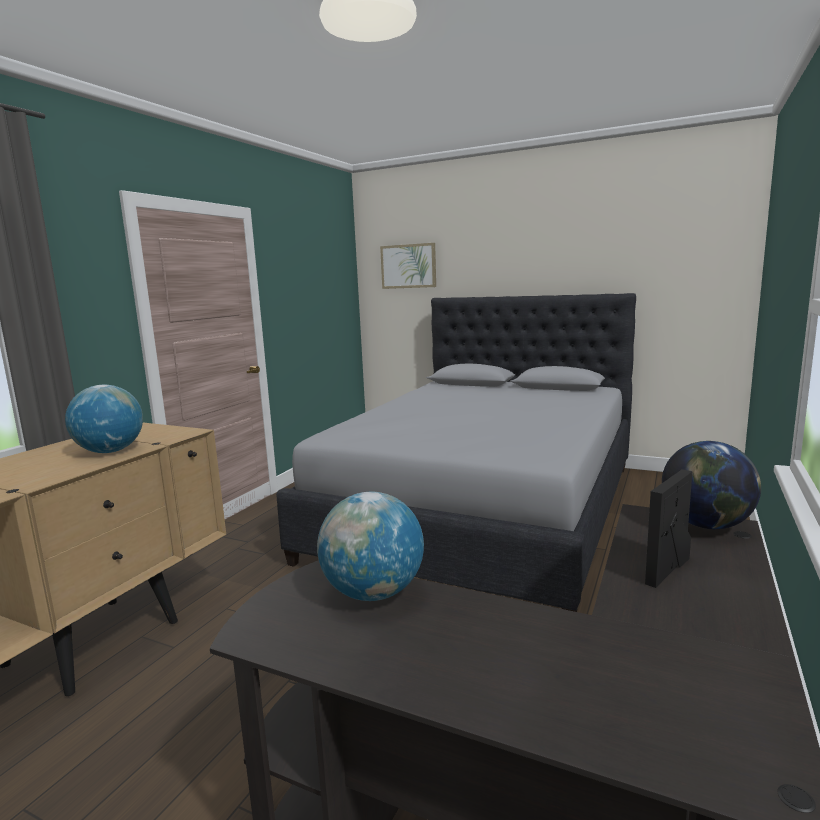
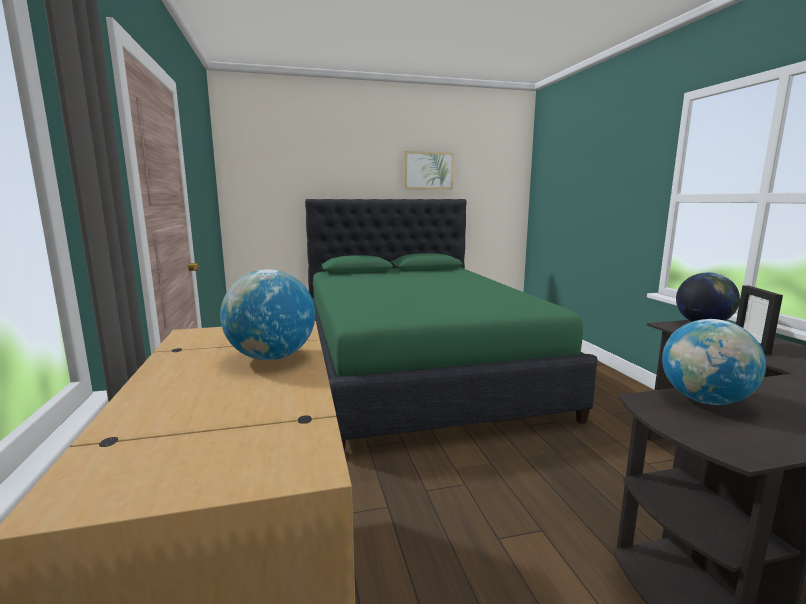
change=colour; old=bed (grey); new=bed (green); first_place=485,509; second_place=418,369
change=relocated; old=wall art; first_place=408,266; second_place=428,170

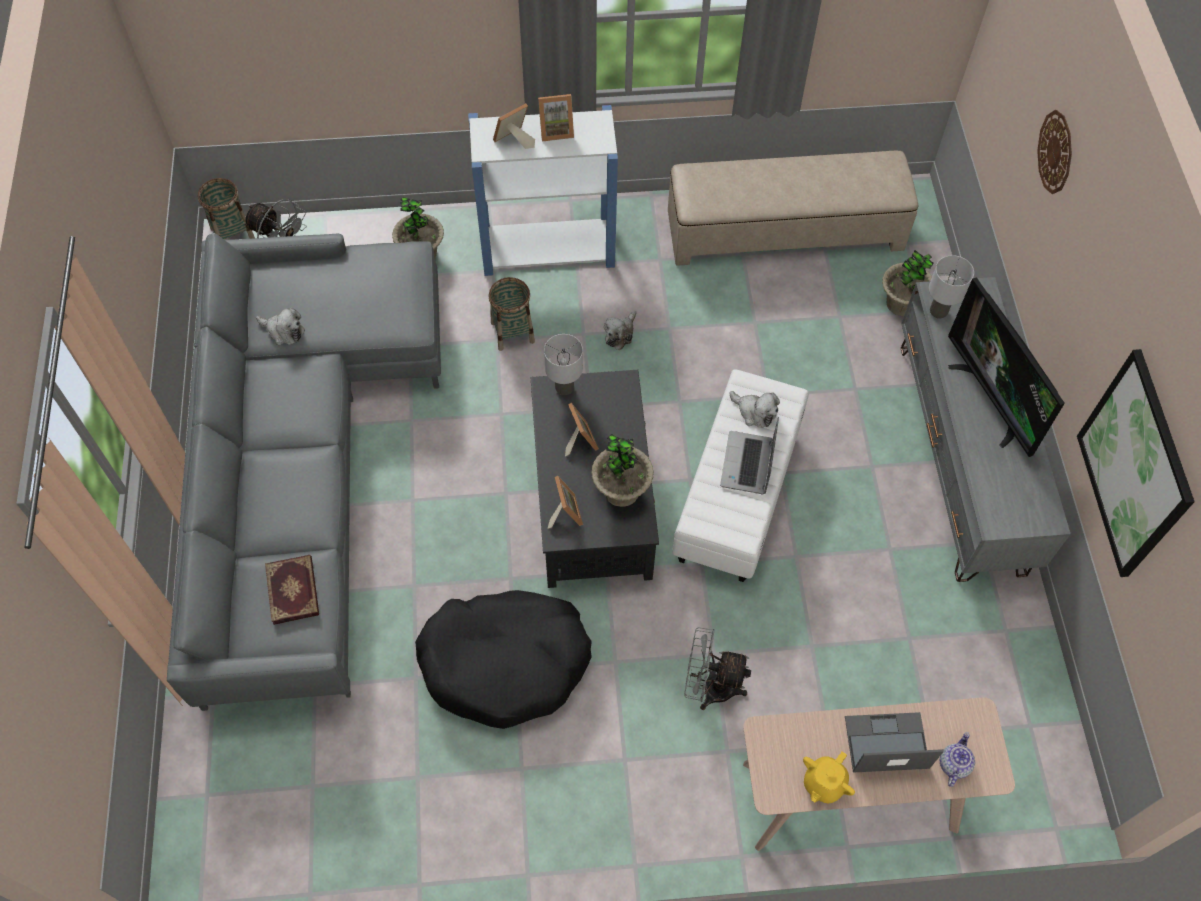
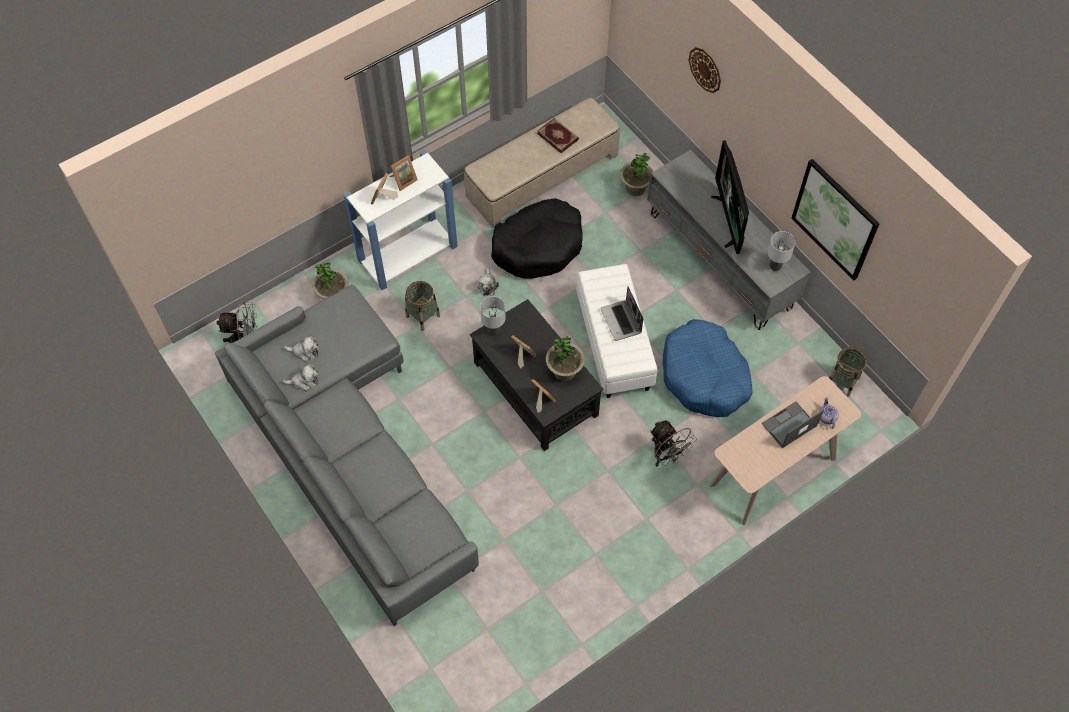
change=relocated; old=household basket; first_place=233,234; second_place=842,381
change=relocated; old=book; first_place=294,590; second_place=558,136
change=relocated; old=dog bed (blackish); first_place=505,662; second_place=538,246
change=spun; old=cooling fan (grey); first_place=709,687; second_place=666,456; degrees=-105
change=relocated; old=soft toy; first_place=754,412; second_place=305,352
change=missing; old=tea pot (yellow-coloured); first_place=824,783
change=relocated; old=tabletop lamp (white-coloured); first_place=937,311; second_place=774,266
change=spun; old=television; first_place=991,400; second_place=729,220; degrees=45
change=appeared; new=dog bed (bluish); second_place=704,376

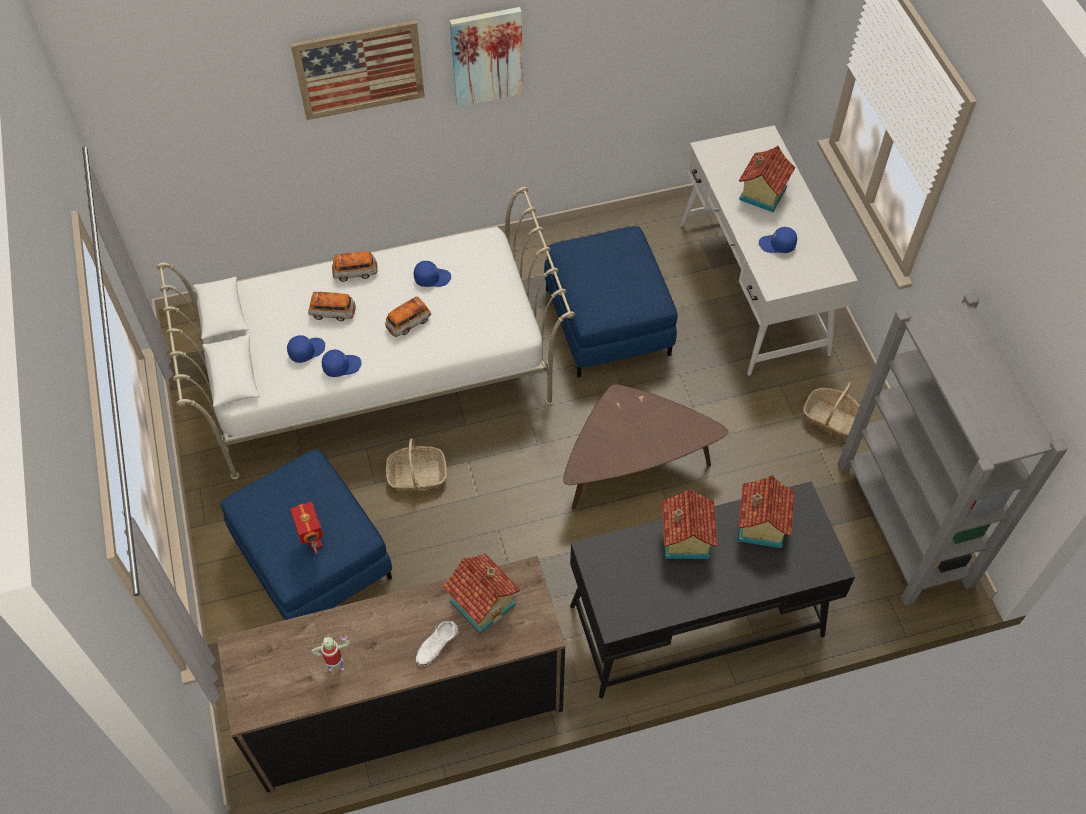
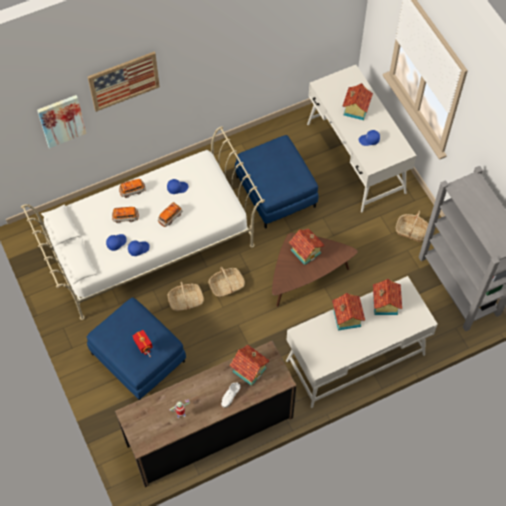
change=relocated; old=wall art; first_place=486,56; second_place=61,120
change=colour; old=desk (blackish); new=desk (white-coloured); first_place=695,620; second_place=355,357
change=appeared; new=household basket; second_place=226,286
change=appeared; new=toy house; second_place=306,251

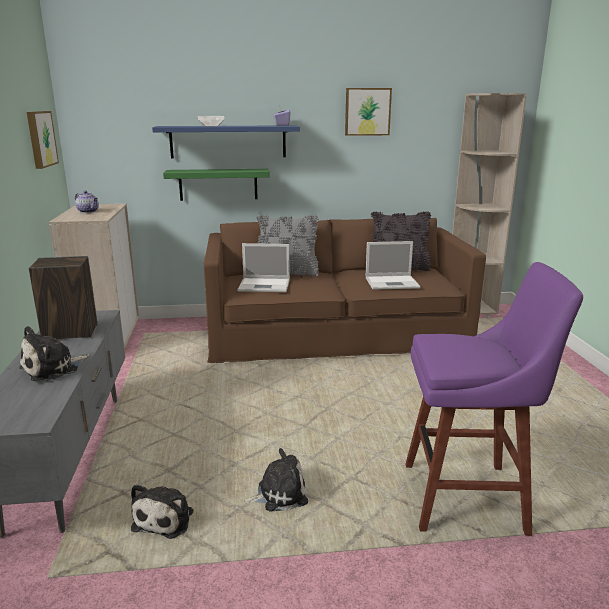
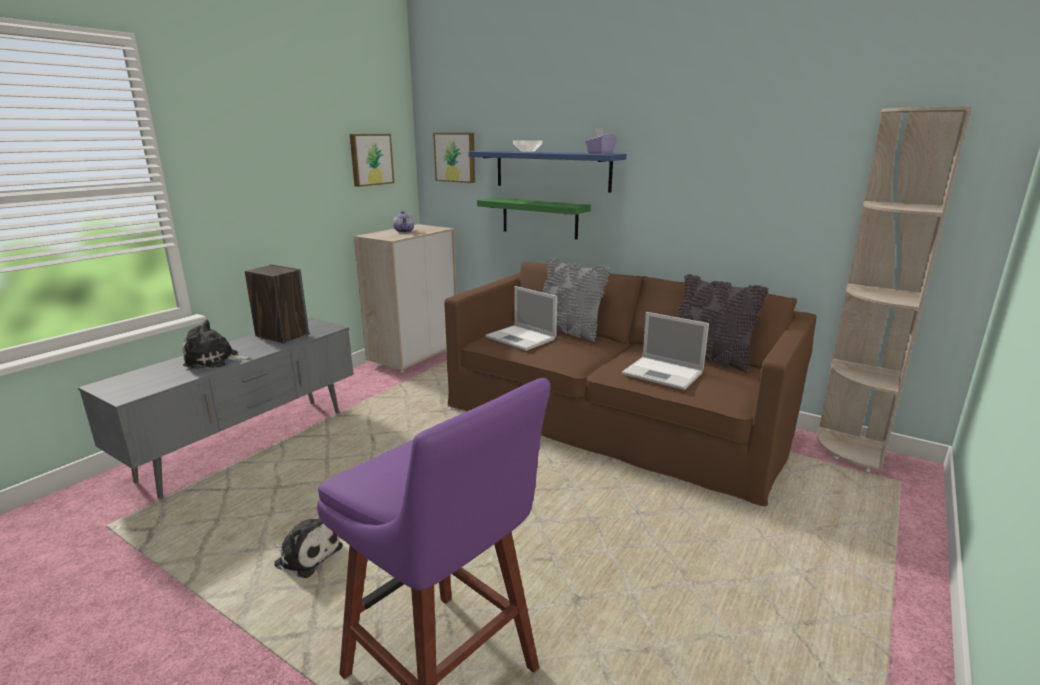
change=missing; old=soft toy; first_place=166,518
change=relocated; old=wall art; first_place=367,111; second_place=456,157

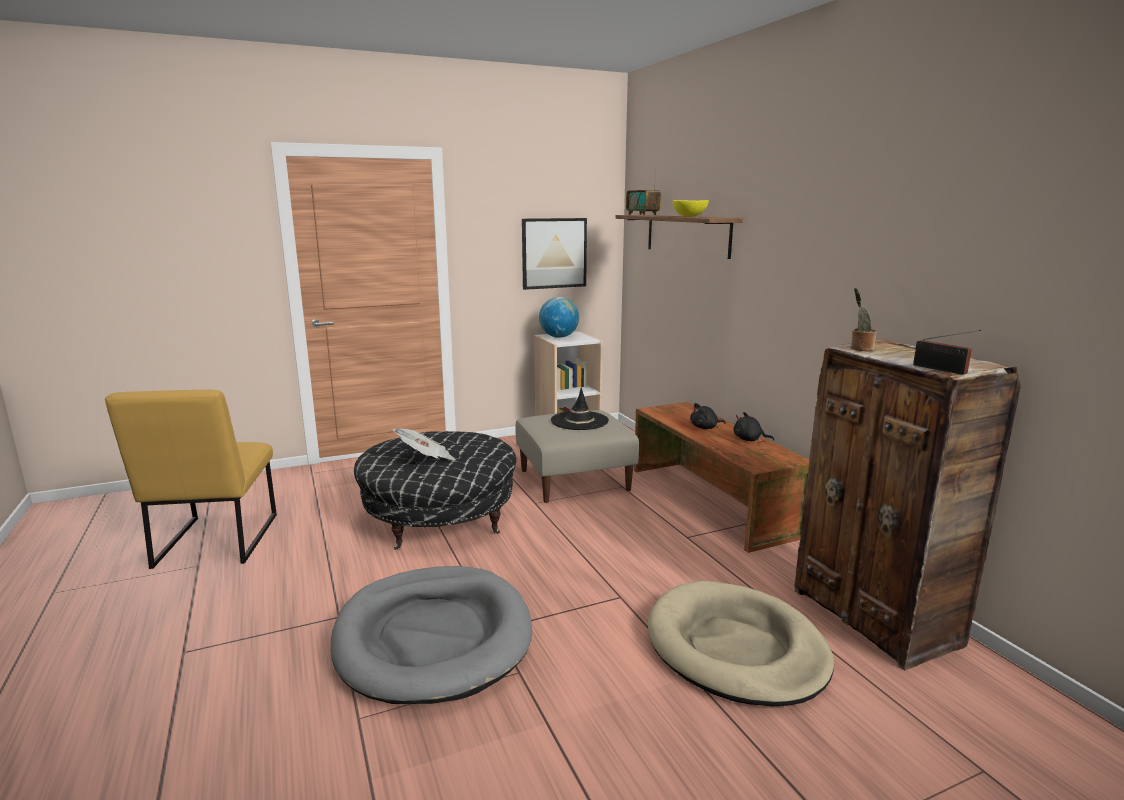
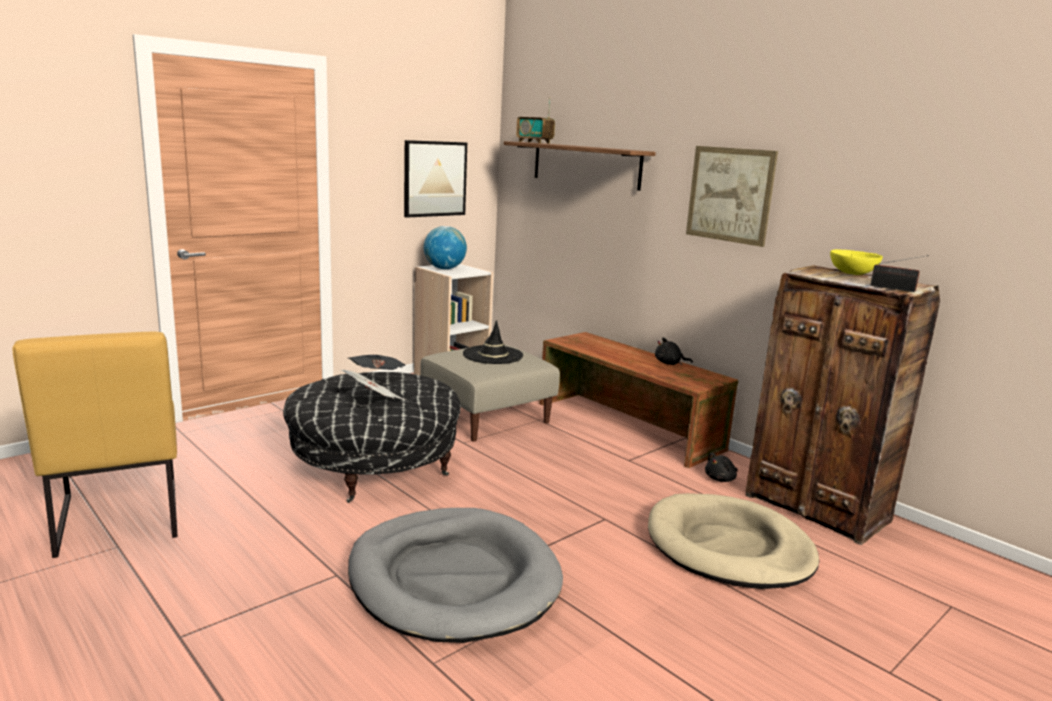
change=relocated; old=bowl (yellow-coloured); first_place=689,216; second_place=851,273
change=relocated; old=soft toy (blackish); first_place=705,428; second_place=721,479
change=missing; old=potted plant; first_place=860,348
change=appeared; new=newspaper; second_place=378,377
change=appeared; new=wall art; second_place=730,195

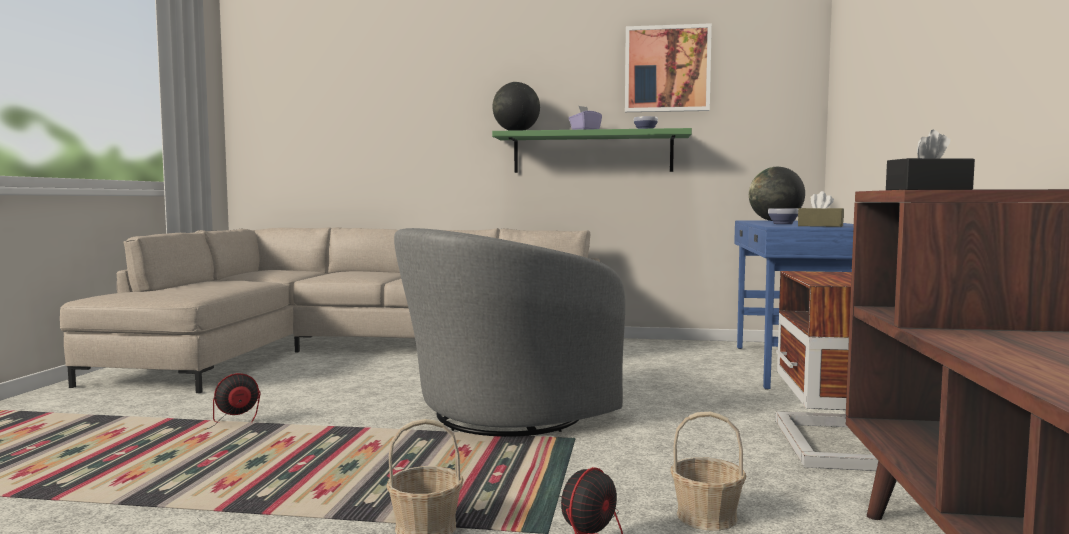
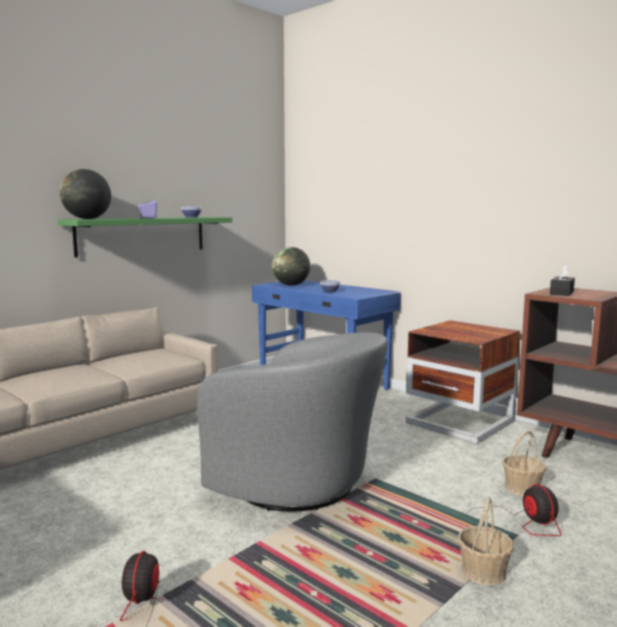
change=spun; old=armchair (grey); first_place=505,415; second_place=297,484; degrees=-60
change=missing; old=wall art; first_place=667,69
change=missing; old=box of tissues (brown-coloured); first_place=820,226

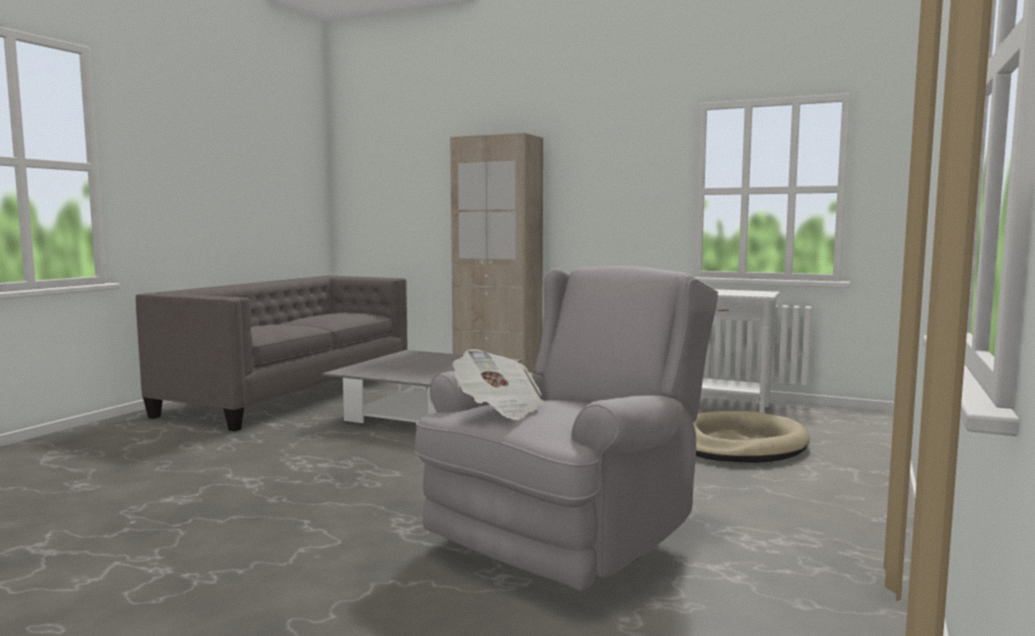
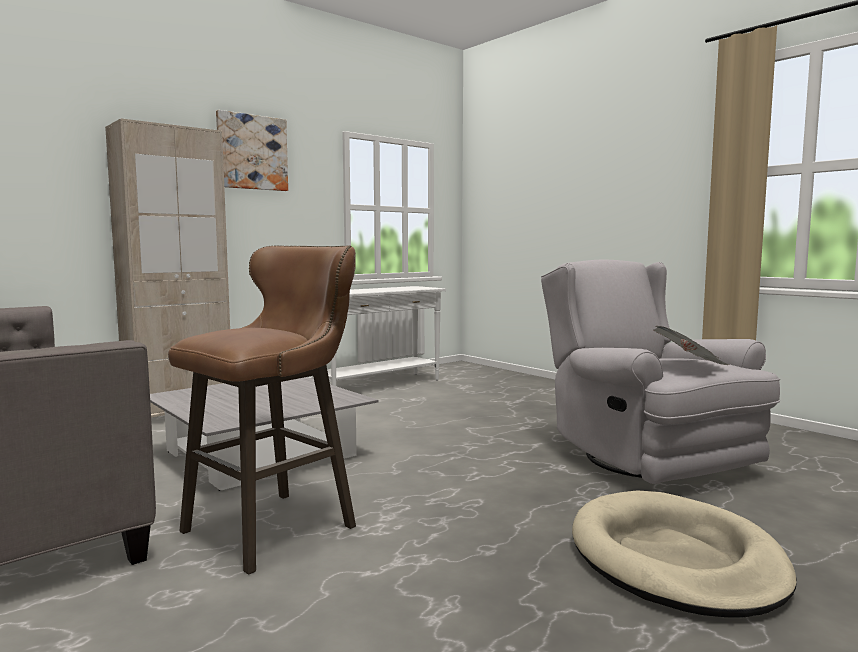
change=relocated; old=dog bed (beige); first_place=738,445; second_place=675,559
change=appeared; new=sitting stool (brown-coloured); second_place=275,526
change=appeared; new=wall art; second_place=252,152

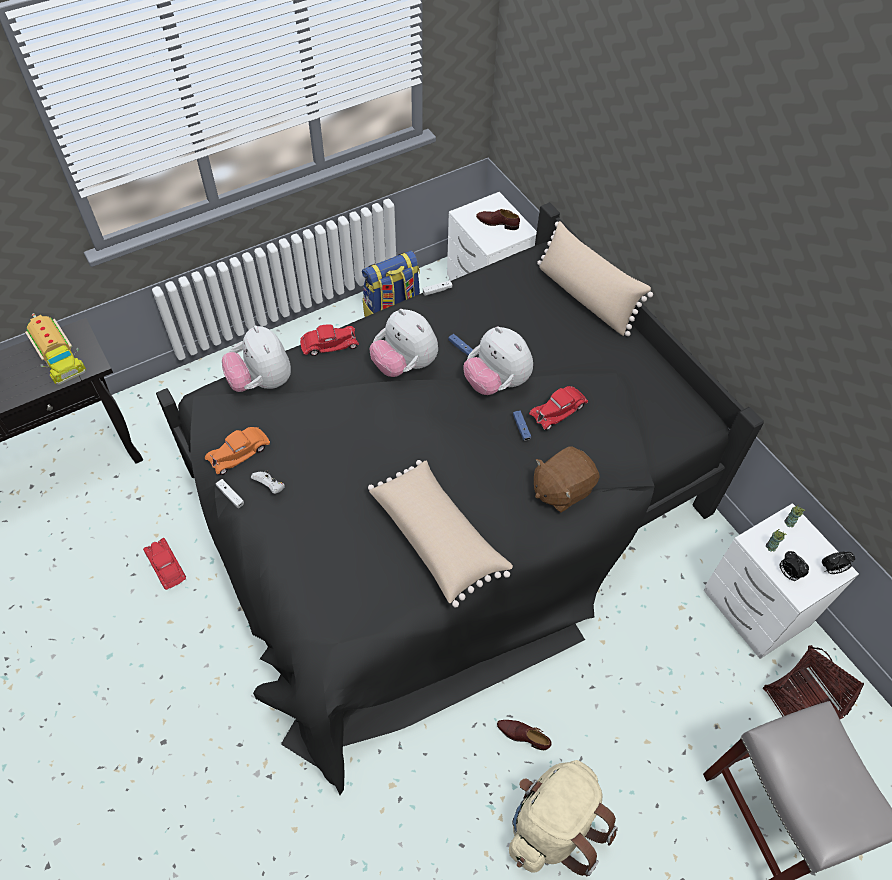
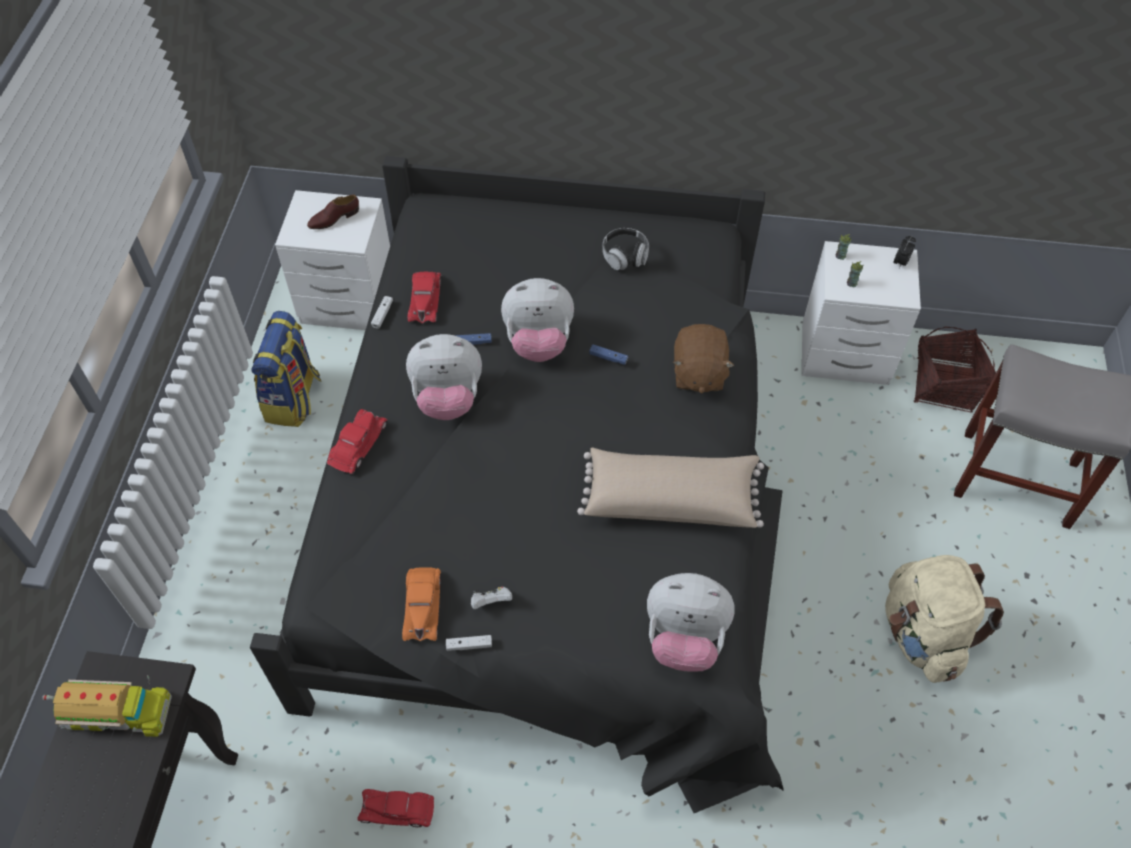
change=relocated; old=soft toy; first_place=261,382; second_place=684,638
change=missing; old=item of footwear (brown-coloured); first_place=523,735
change=relocated; old=toy car (red-coloured); first_place=558,410; second_place=425,300
change=missing; old=pillow (beige); first_place=585,297
change=missing; old=bedside clock; first_place=788,573
change=appeared; new=headset; second_place=625,256

